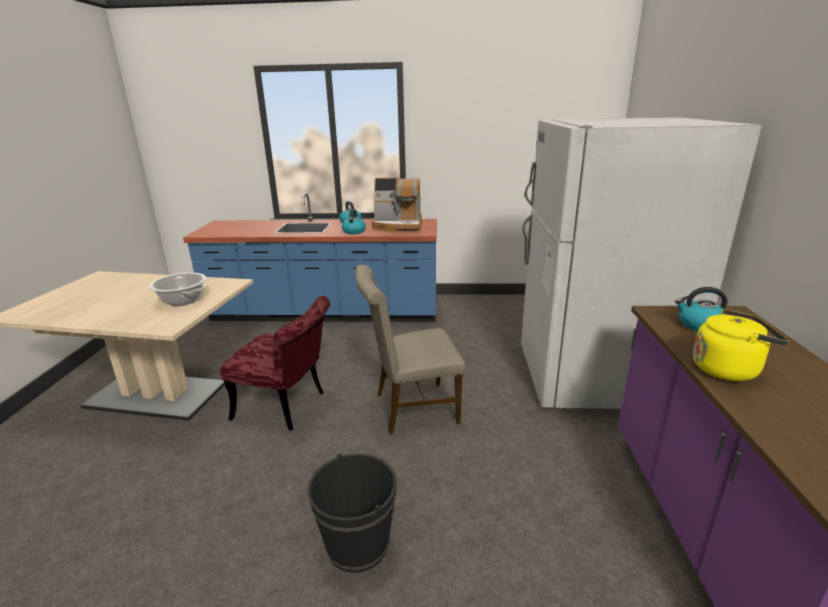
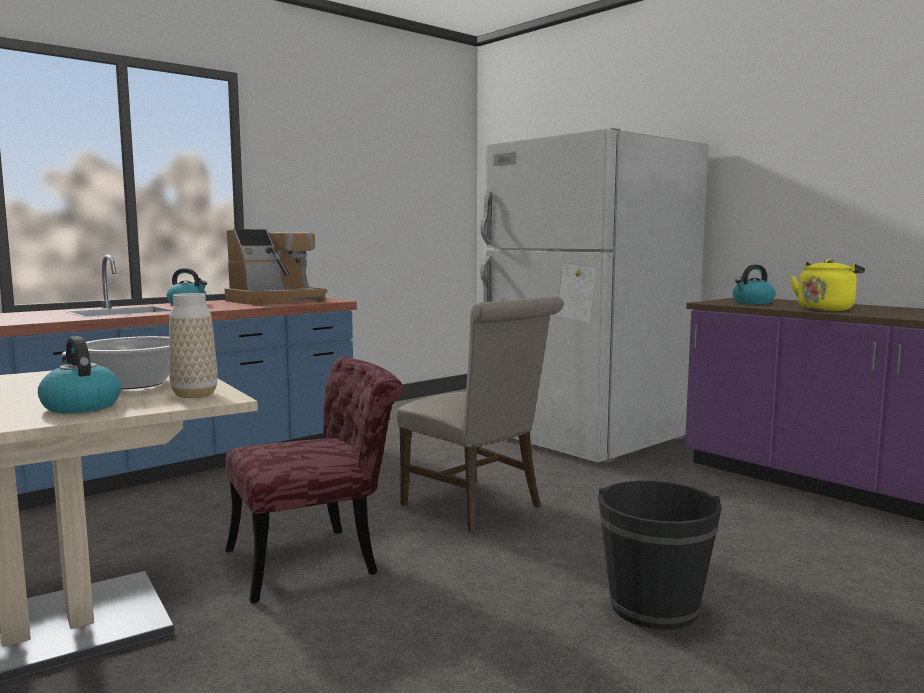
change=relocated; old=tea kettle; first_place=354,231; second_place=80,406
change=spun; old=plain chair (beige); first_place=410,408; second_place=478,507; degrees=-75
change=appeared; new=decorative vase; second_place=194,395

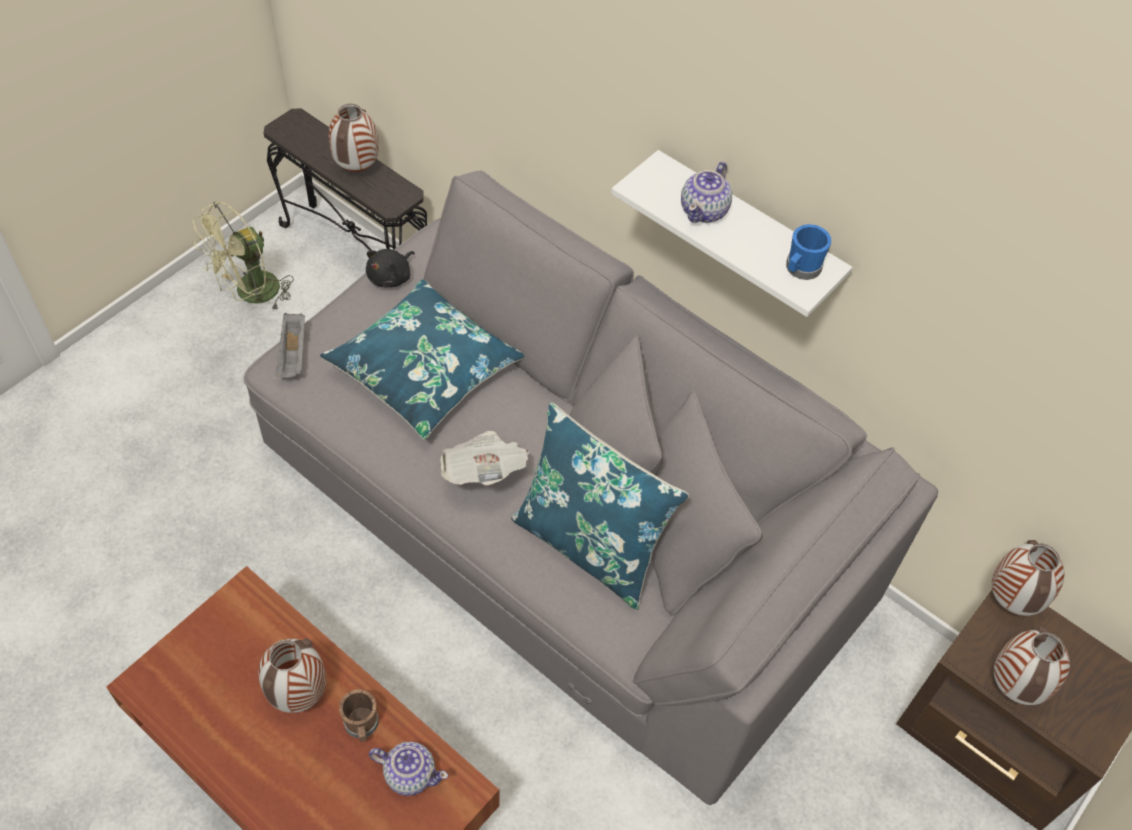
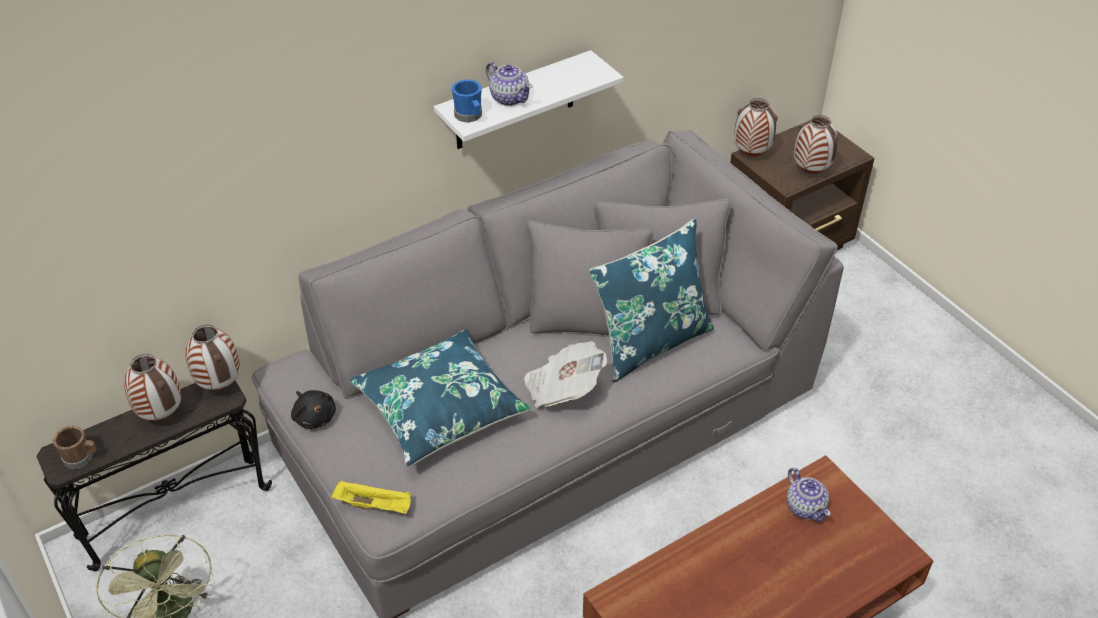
change=relocated; old=decorative vase; first_place=299,696; second_place=221,385
change=colour; old=serving tray (grey); new=serving tray (yellow-coloured); first_place=293,355; second_place=374,505
change=relocated; old=mug (brown-coloured); first_place=362,726; second_place=81,458
change=spun; old=tea pot; first_place=410,774; second_place=805,507; degrees=120
change=relocated; old=mug (bluish); first_place=800,269; second_place=469,116

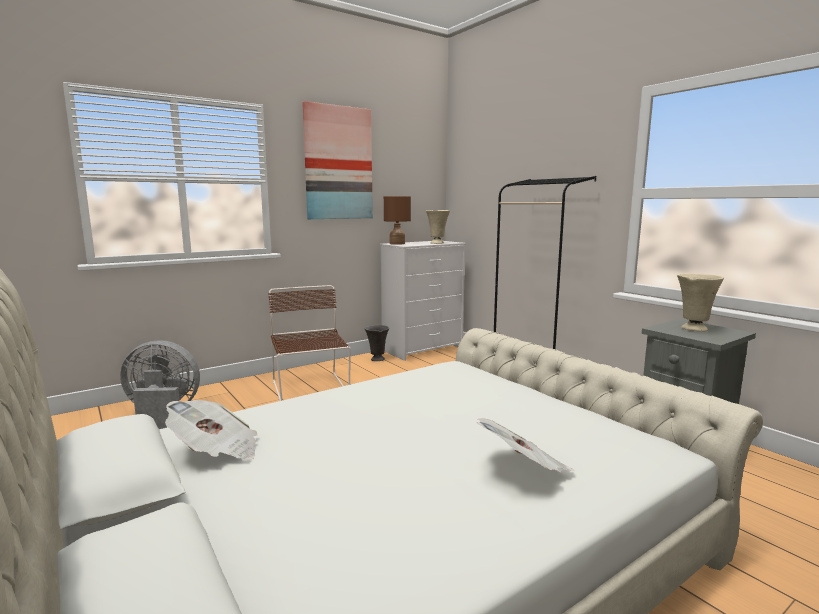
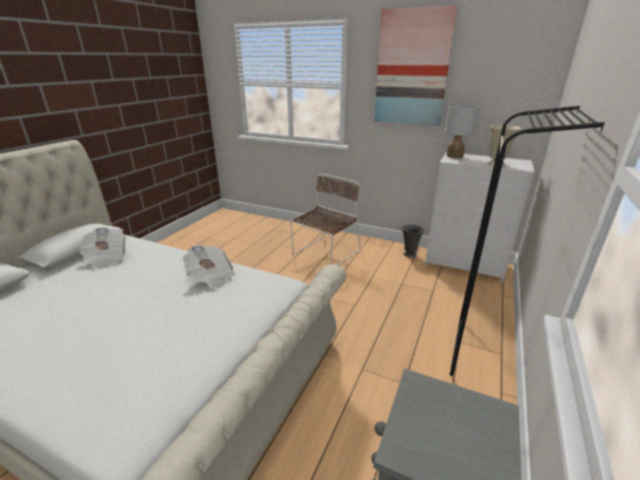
change=missing; old=cooling fan (grey); first_place=163,416
change=colour; old=tabletop lamp (brown-coloured); new=tabletop lamp (grey); first_place=397,244; second_place=454,156
change=relocated; old=newspaper; first_place=523,469; second_place=211,277
change=missing; old=decorative vase (beige); first_place=693,329

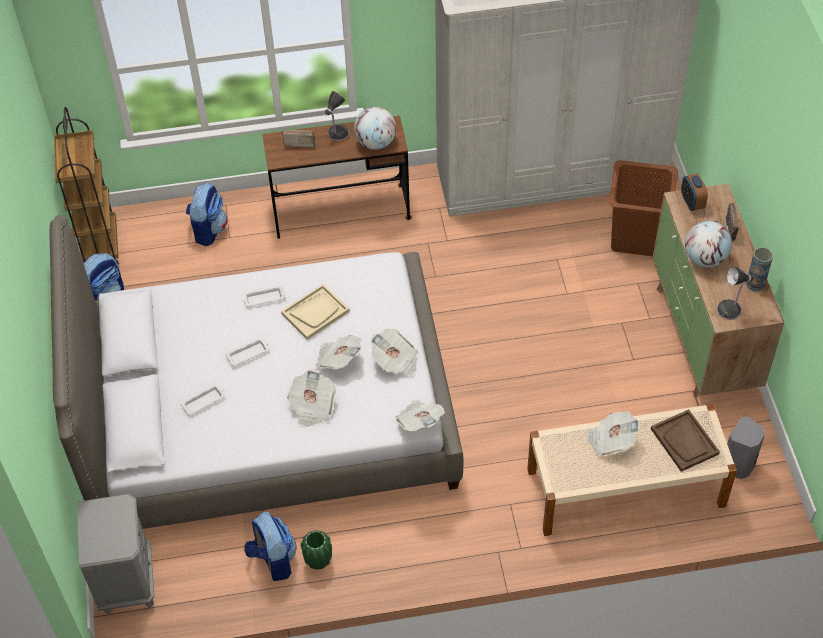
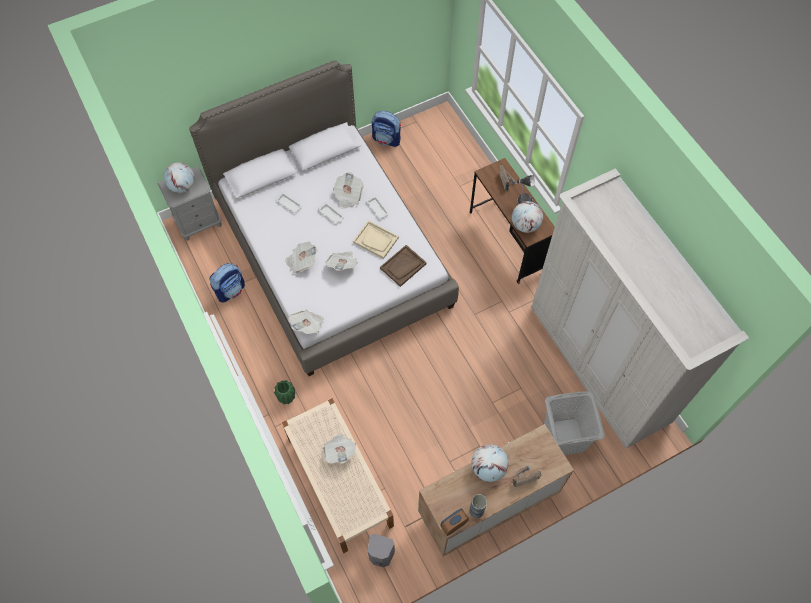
change=missing; old=cart (brown-coloured); first_place=100,246
change=missing; old=knapsack; first_place=208,230
change=relocated; old=decorative vase (green); first_place=318,560; second_place=287,397
change=relocated; old=newspaper; first_place=396,361; second_place=348,196
change=colour; old=washing basket (brown-coloured); new=washing basket (grey); first_place=636,238; second_place=563,437
change=relocated; old=serving tray (brown-coloured); first_place=684,441; second_place=403,266
change=relocated; old=bedside clock; first_place=691,202; second_place=453,525
change=missing; old=tabletop lamp; first_place=730,310
change=appeared; new=world globe; second_place=182,186

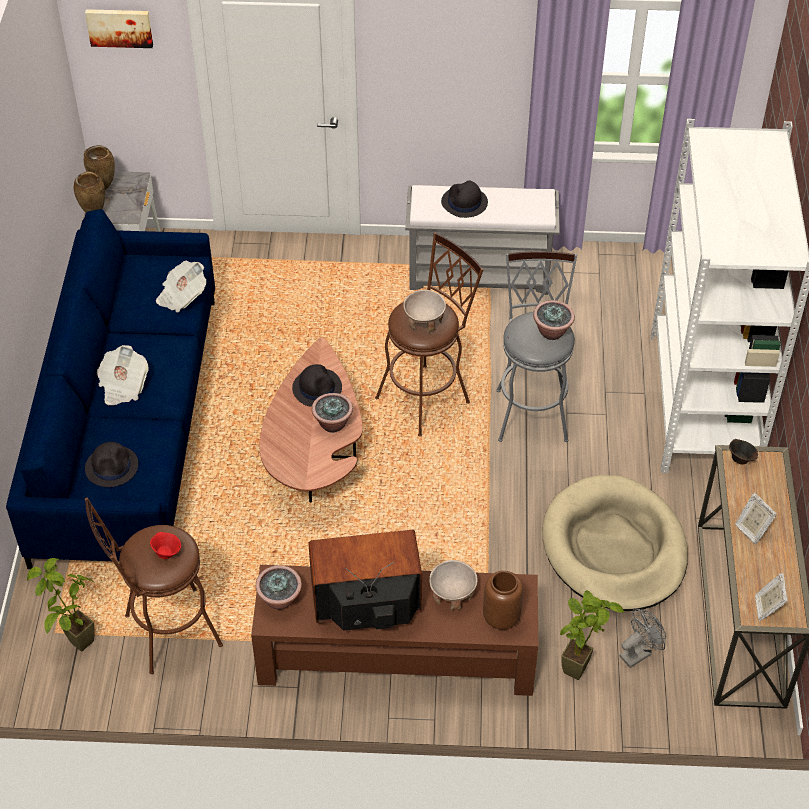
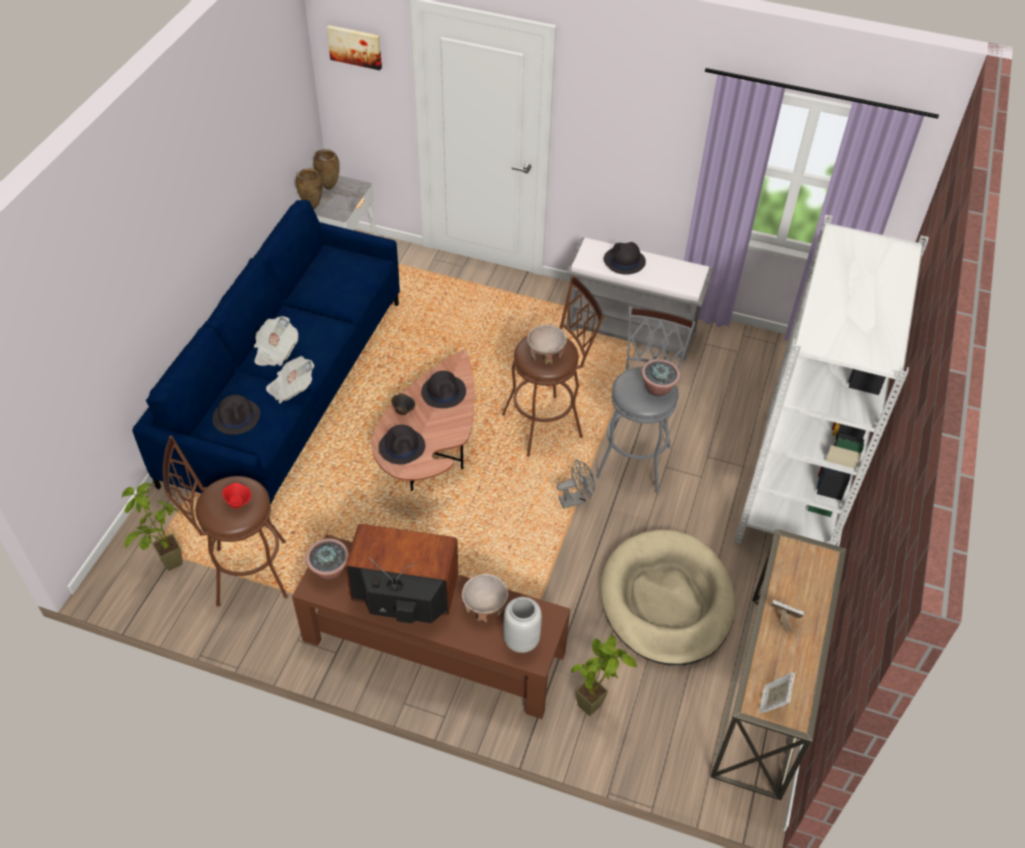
change=relocated; old=newspaper; first_place=182,296; second_place=291,388
change=missing; old=potted plant; first_place=332,424
change=colour; old=decorative vase (brown-coloured); new=decorative vase (grey); first_place=502,617; second_place=522,640
change=relocated; old=cooling fan (grey); first_place=639,652; second_place=576,499
change=relocated; old=bowl (brown-coloured); first_place=740,458; second_place=403,410
change=spun; old=picture frame; first_place=751,529; second_place=783,619; degrees=135
change=appeared; new=hat (blackish); second_place=402,447

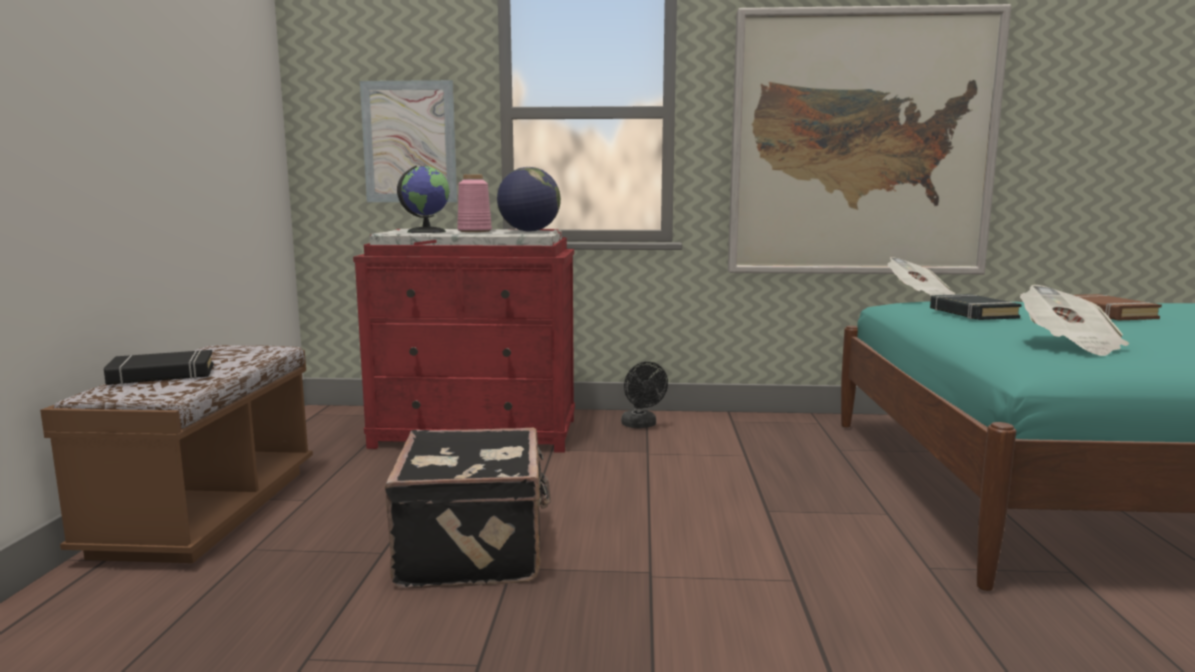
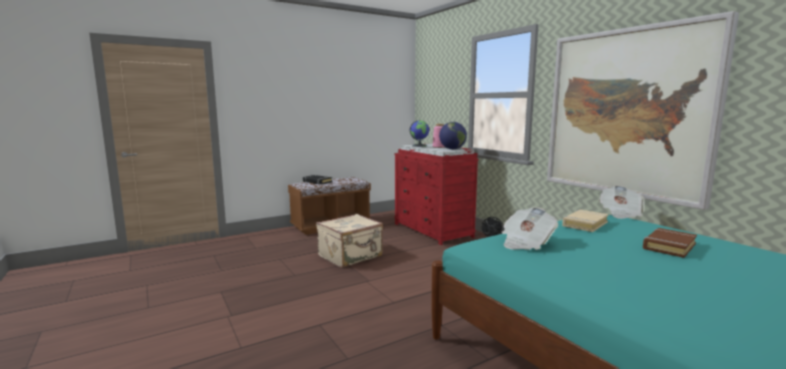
change=missing; old=wall art; first_place=409,142
change=colour; old=piece of luggage (blackish); new=piece of luggage (beige); first_place=475,549; second_place=351,256
change=colour; old=book (blackish); new=book (beige); first_place=972,313; second_place=584,224

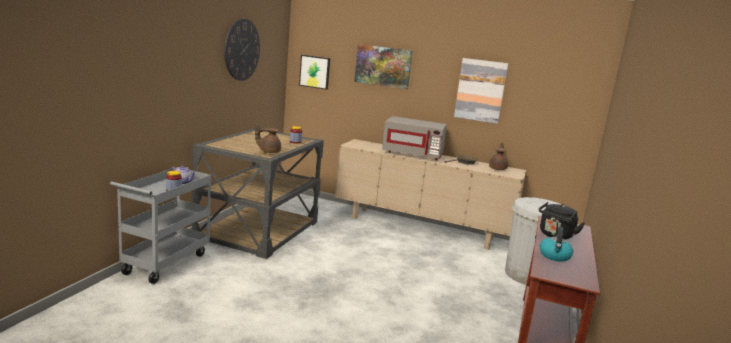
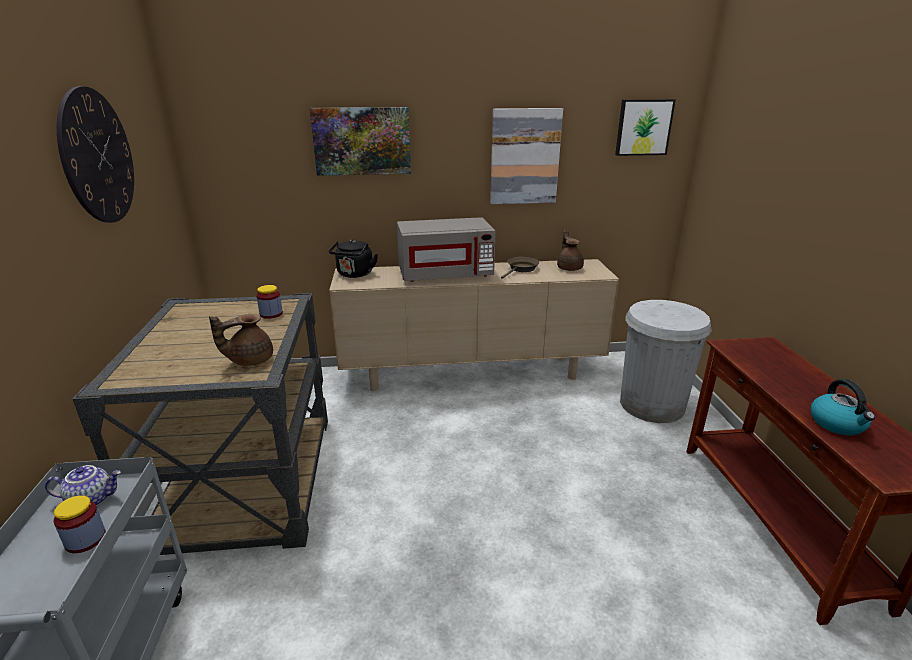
change=relocated; old=wall art; first_place=315,72; second_place=643,127
change=relocated; old=tea kettle (blackish); first_place=555,236; second_place=354,274

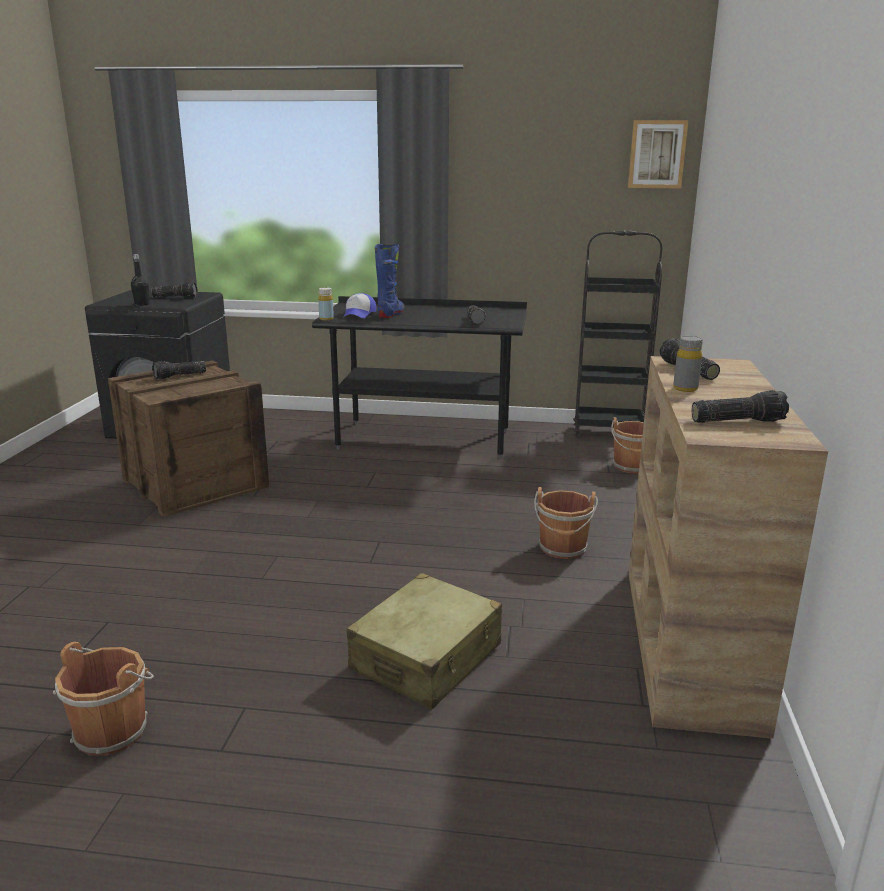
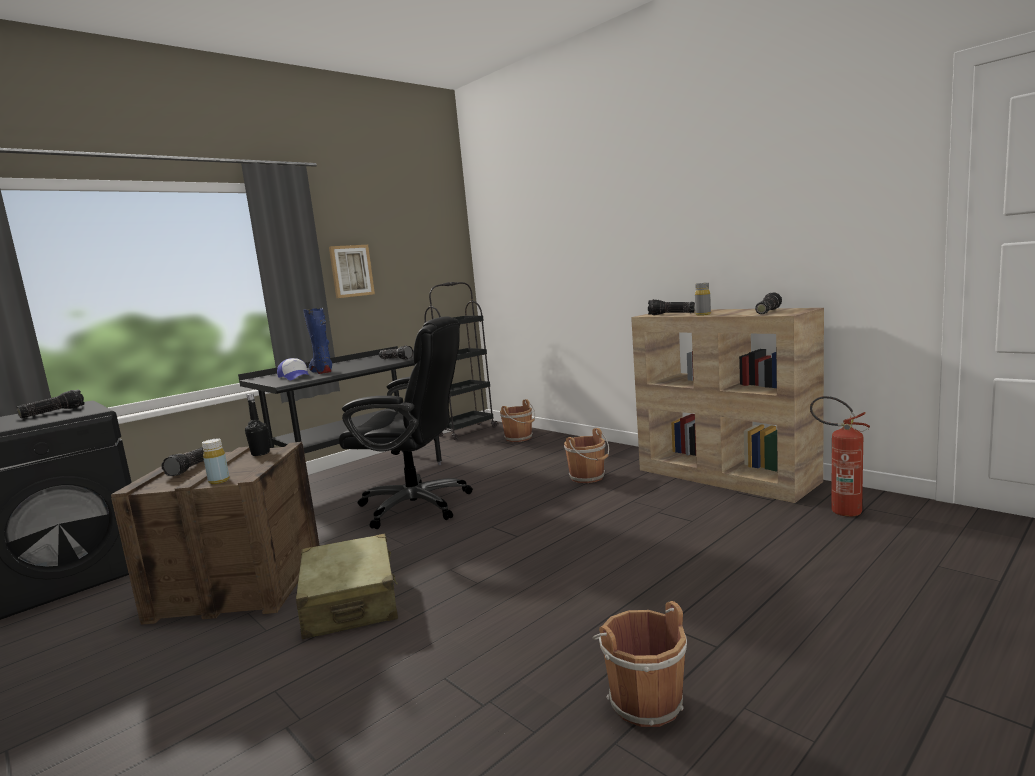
change=relocated; old=beverage bottle (blackish); first_place=142,304; second_place=260,453
change=relocated; old=beverage bottle (yellow-coloured); first_place=326,319; second_place=219,481
change=relocated; old=piece of luggage (beige); first_place=427,658; second_place=350,602
change=relocated; old=wall art; first_place=657,154; second_place=351,271
change=appeared; new=desk chair (blackish); second_place=415,505
change=appeared; new=extinguisher; second_place=838,510

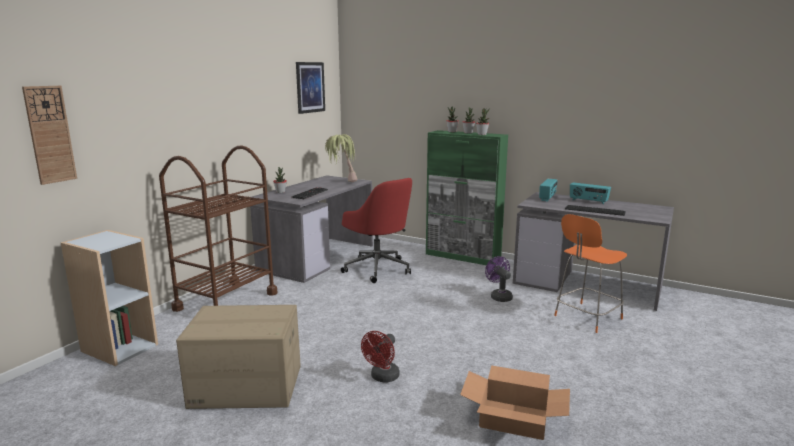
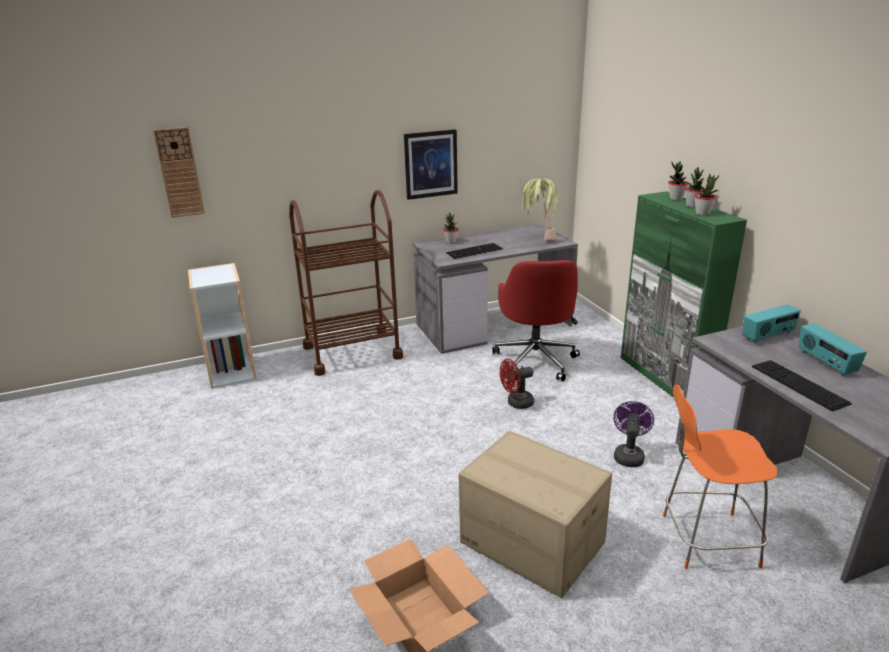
change=relocated; old=packing box; first_place=246,387; second_place=531,543
change=relocated; old=wall art; first_place=310,87; second_place=431,164
change=relocated; old=cooling fan (red-coloured); first_place=382,378; second_place=516,403

